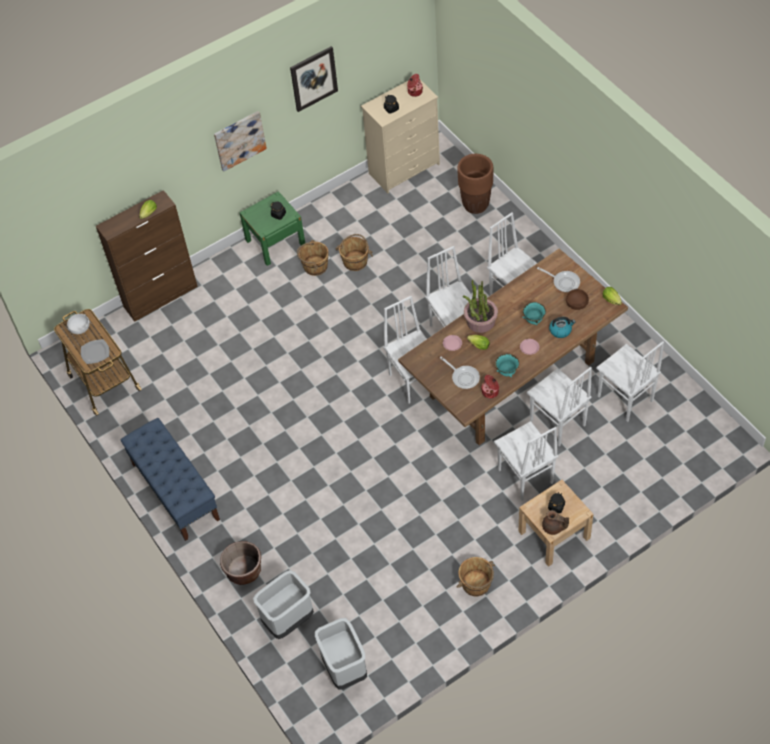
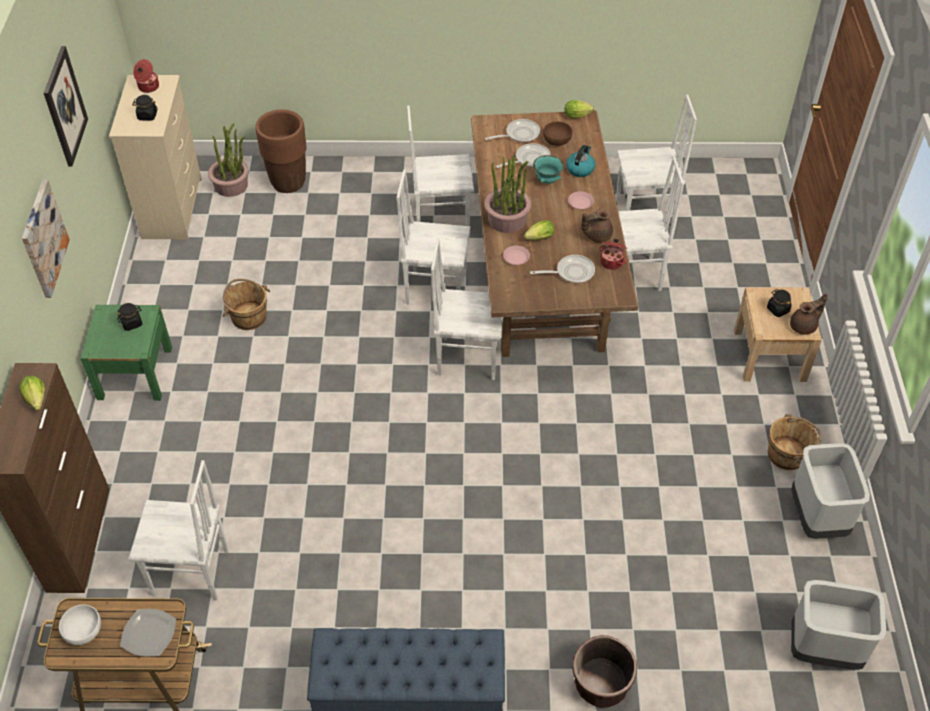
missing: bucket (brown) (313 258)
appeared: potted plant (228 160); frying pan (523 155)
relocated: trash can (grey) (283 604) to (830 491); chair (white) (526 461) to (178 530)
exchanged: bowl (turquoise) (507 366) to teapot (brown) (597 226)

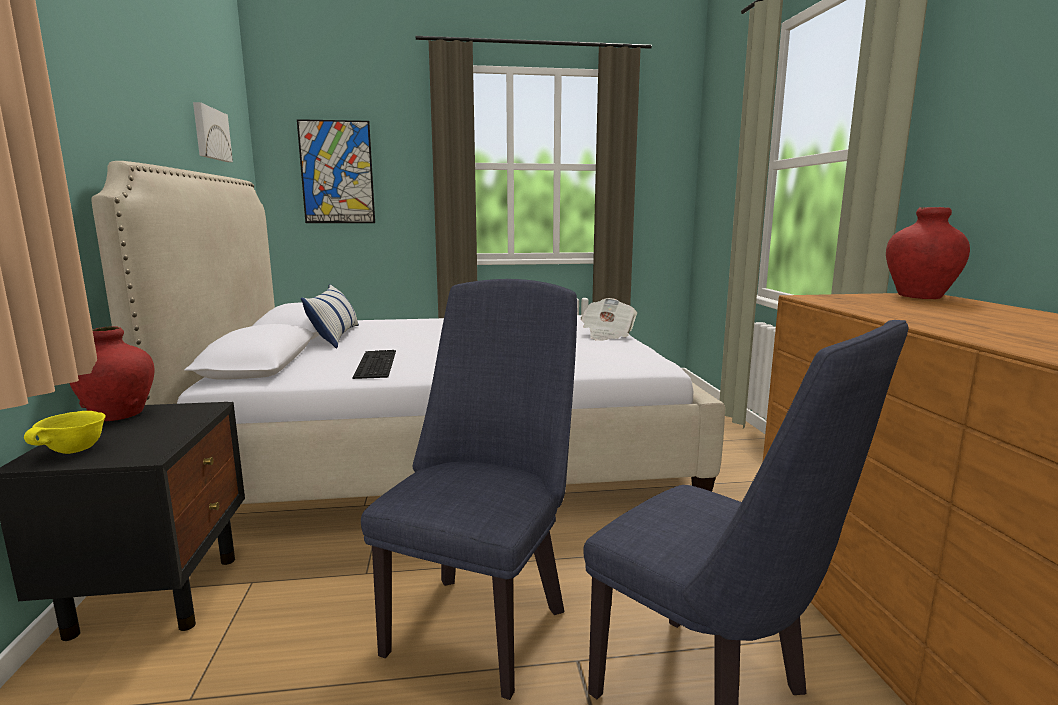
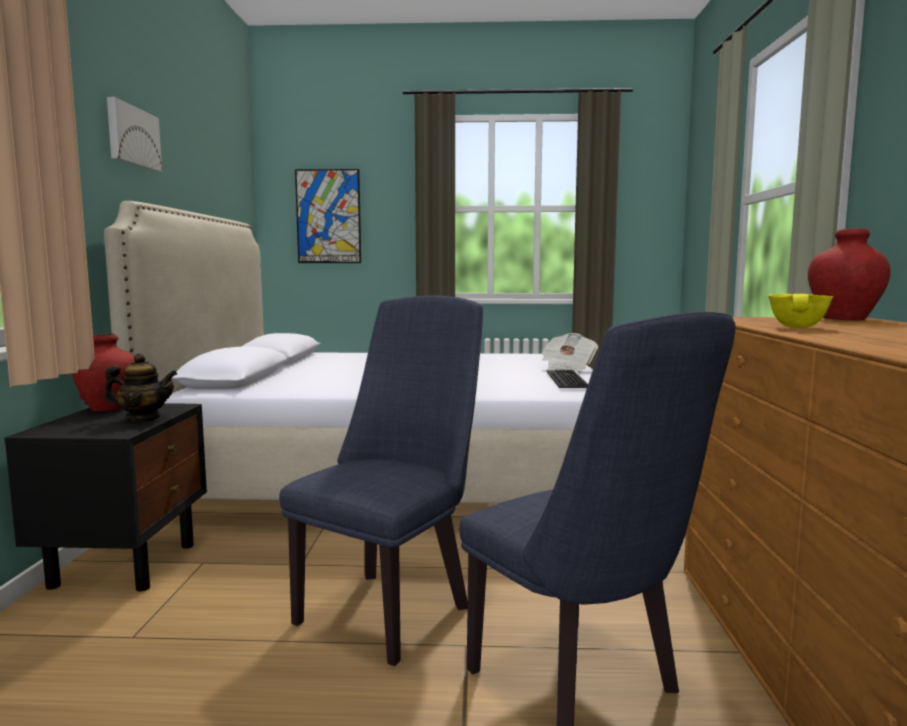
missing: pillow (330 316)
appeared: teapot (140 387)
relocated: bowl (yellow) (65 432) to (800 311); picture (213 132) to (134 134); keyboard (374 364) to (567 379)

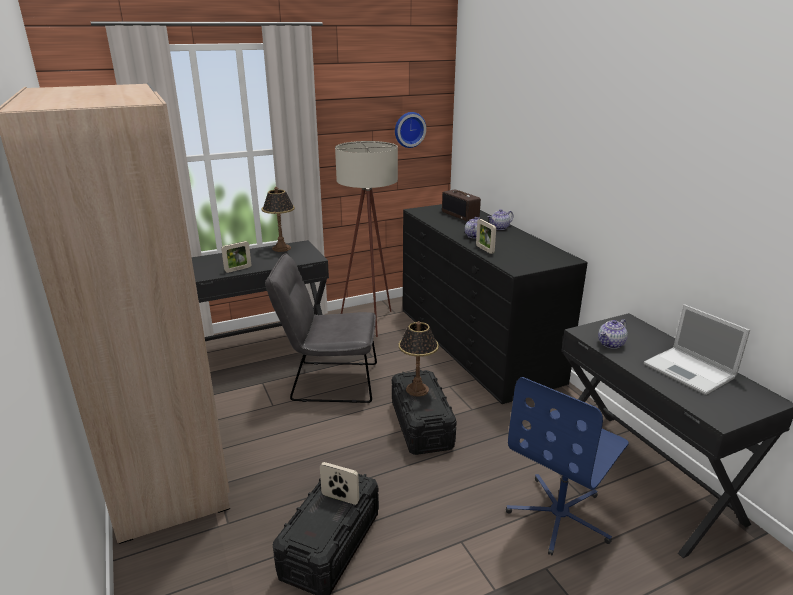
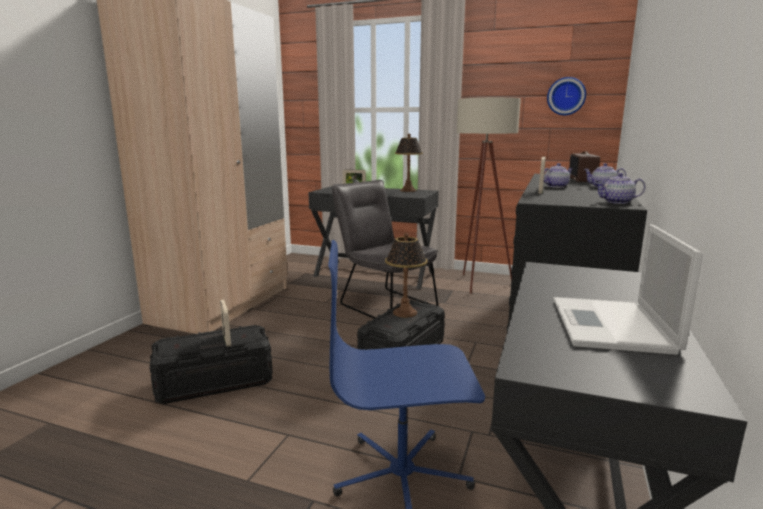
relocated: teapot (613 334) to (620 188)

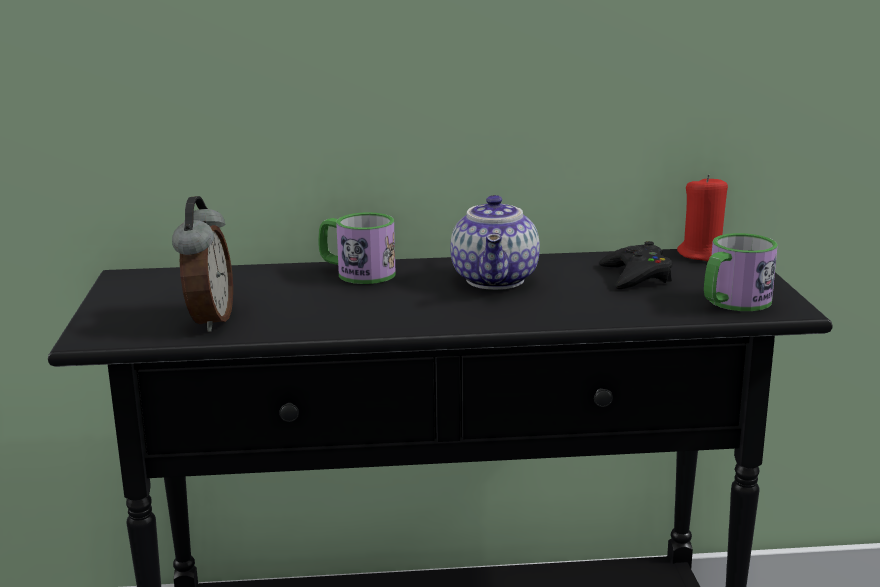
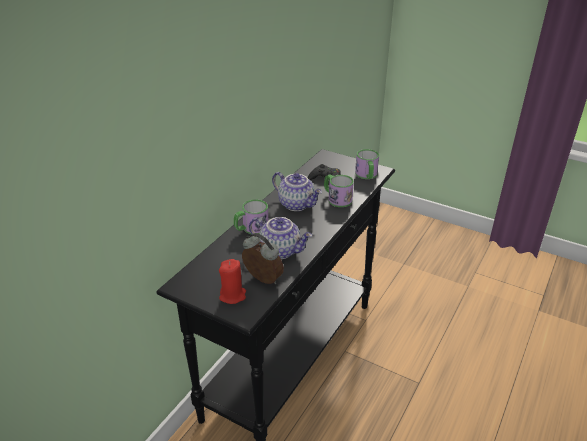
appeared: teapot (280 238); mug (339 191)
relocated: candle (red) (702 218) to (232 281)

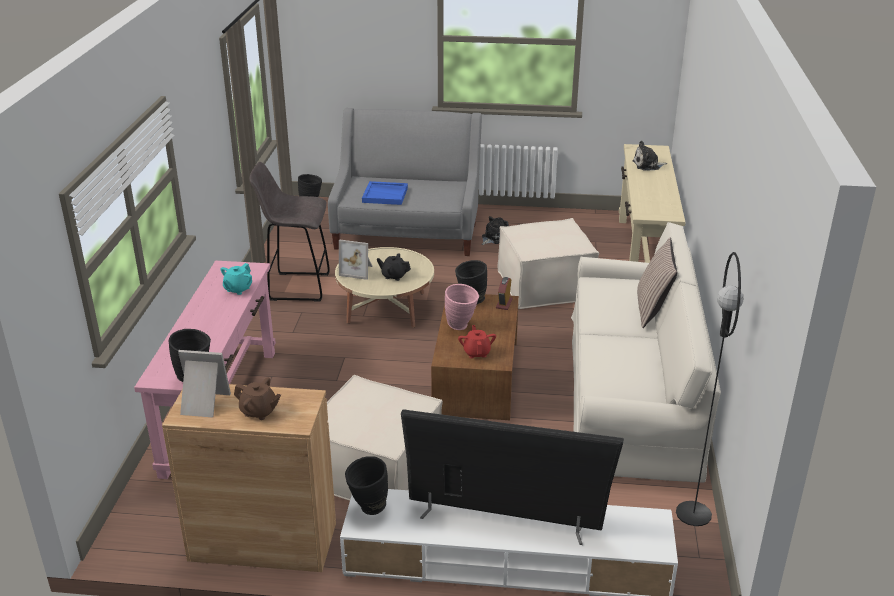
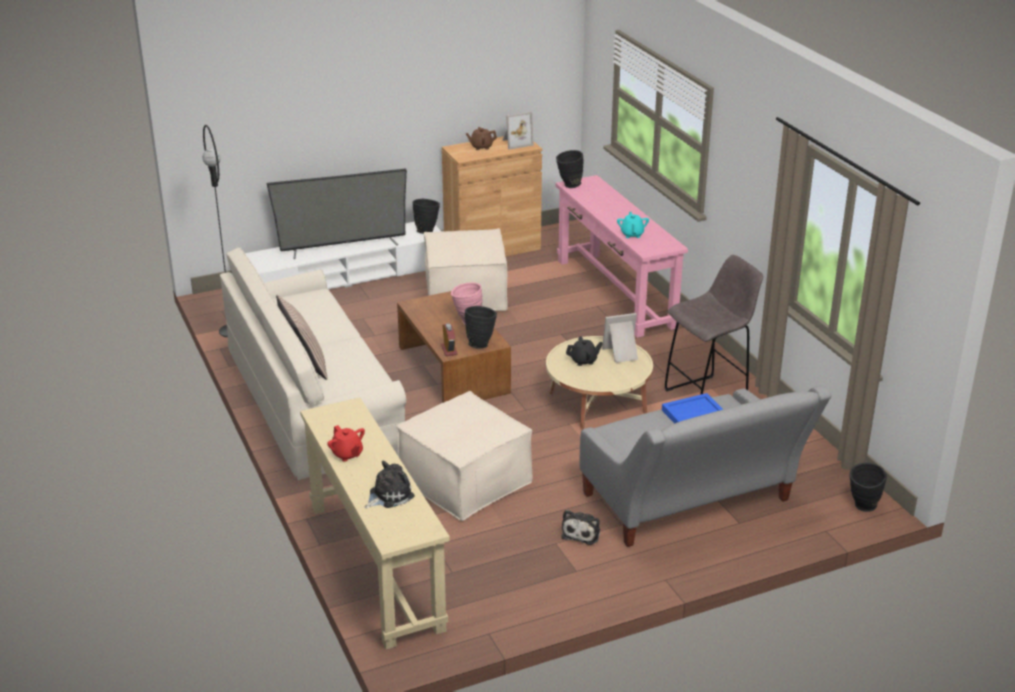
relocated: teapot (red) (477 341) to (346 443)

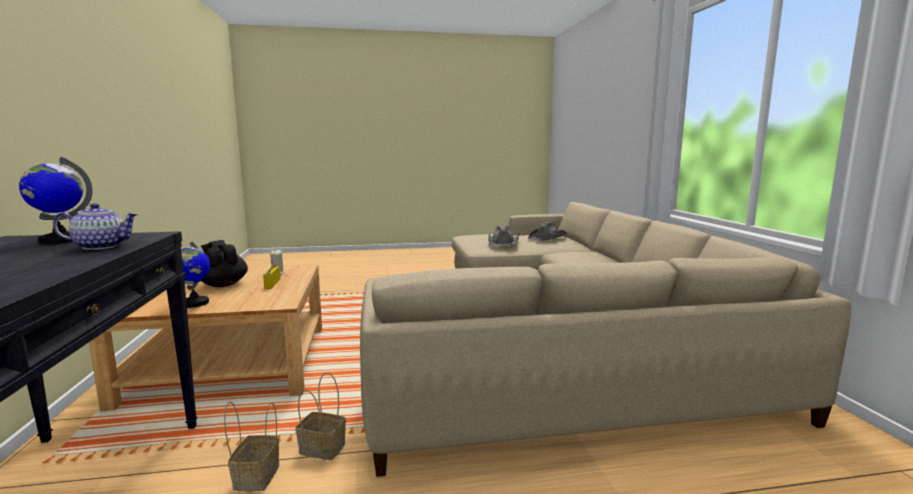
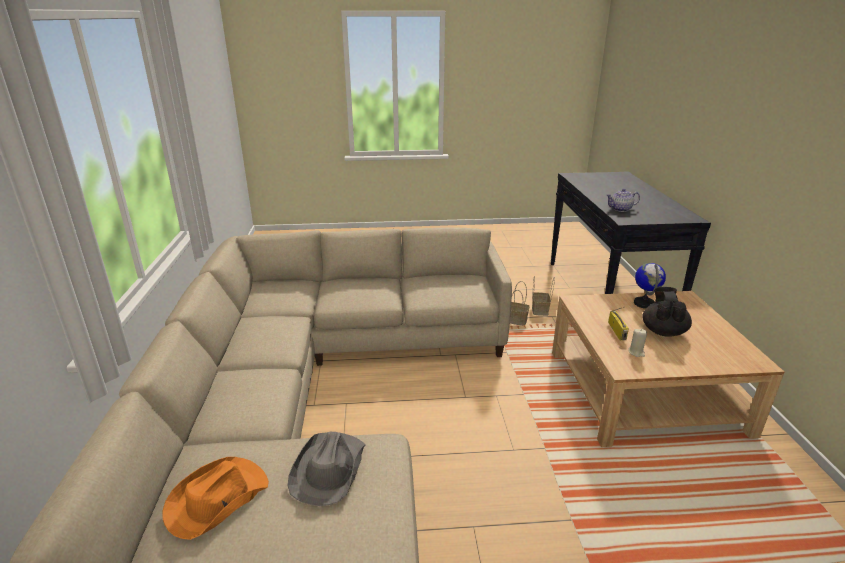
missing: globe (56 200)
colour: hat (grey) (547 231) to hat (orange) (215 498)
spun: teapot (black) (224 263) = (667 312) 135 degrees counterclockwise

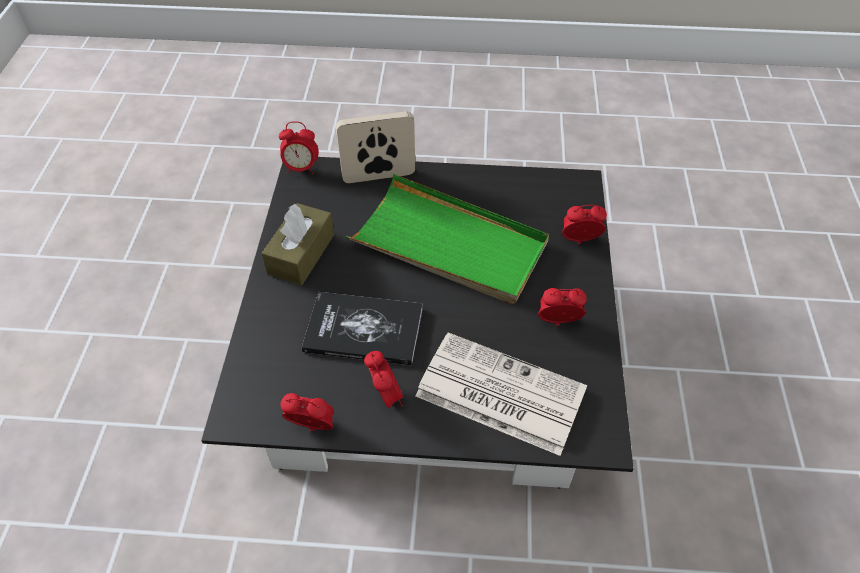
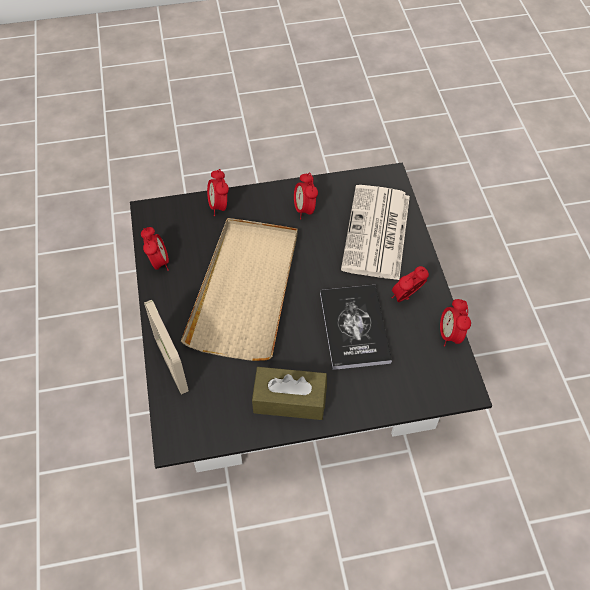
relocated: alarm clock (299 148) to (155 249)
colour: tray (green) (447 239) to tray (beige) (239 289)

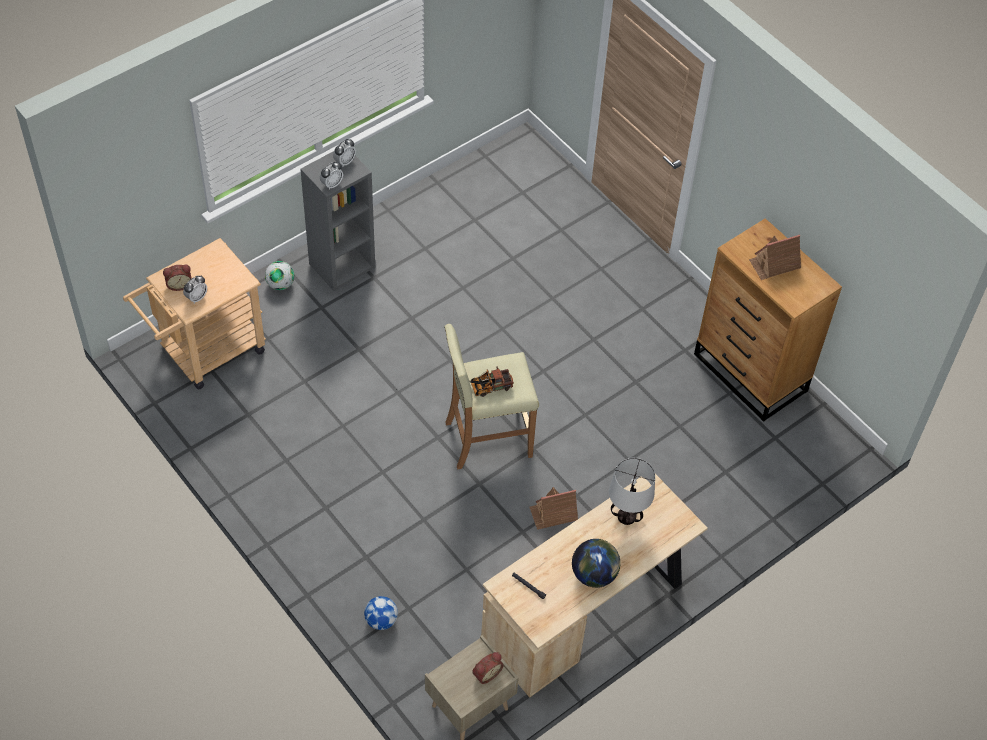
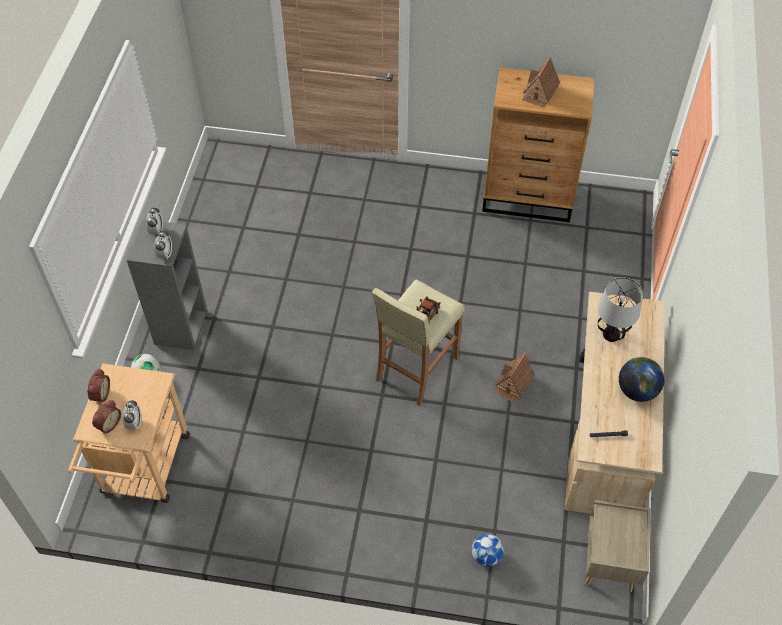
relocated: alarm clock (488 668) to (98 386)

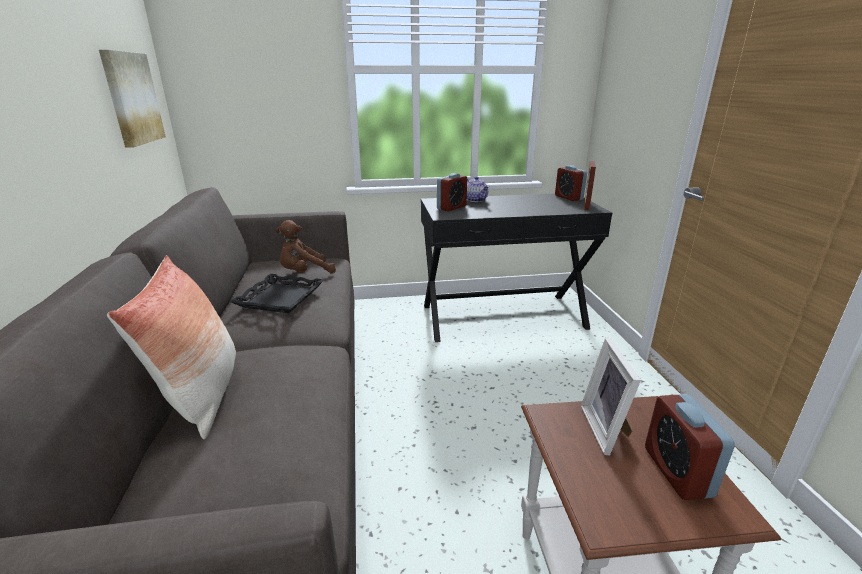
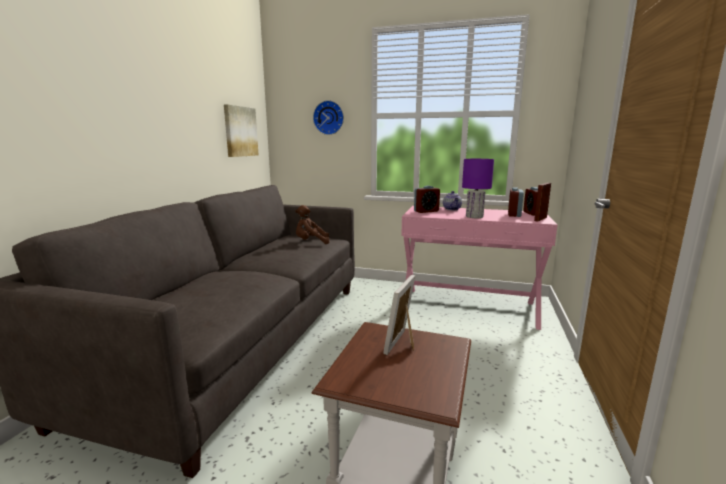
missing: pillow (171 347); tray (black) (277 293)
appeared: wall clock (328 117); table lamp (purple) (478 188)
relocated: alarm clock (690 447) to (516 202)
colour: console table (black) (516 268) to console table (pink) (479 268)

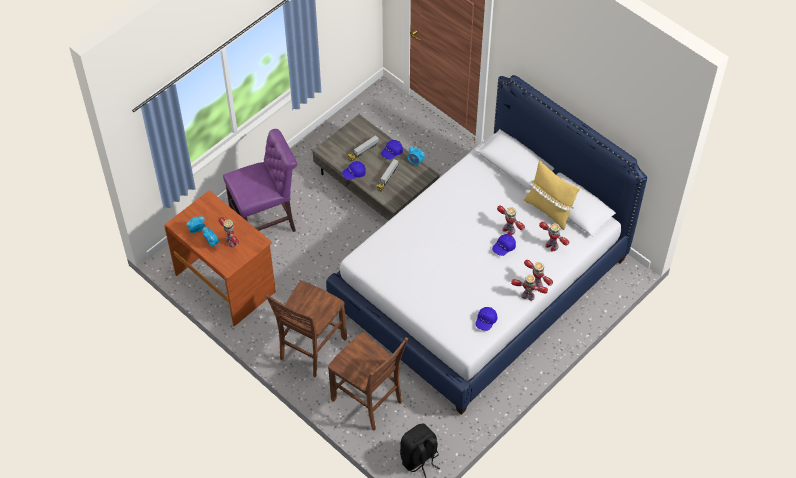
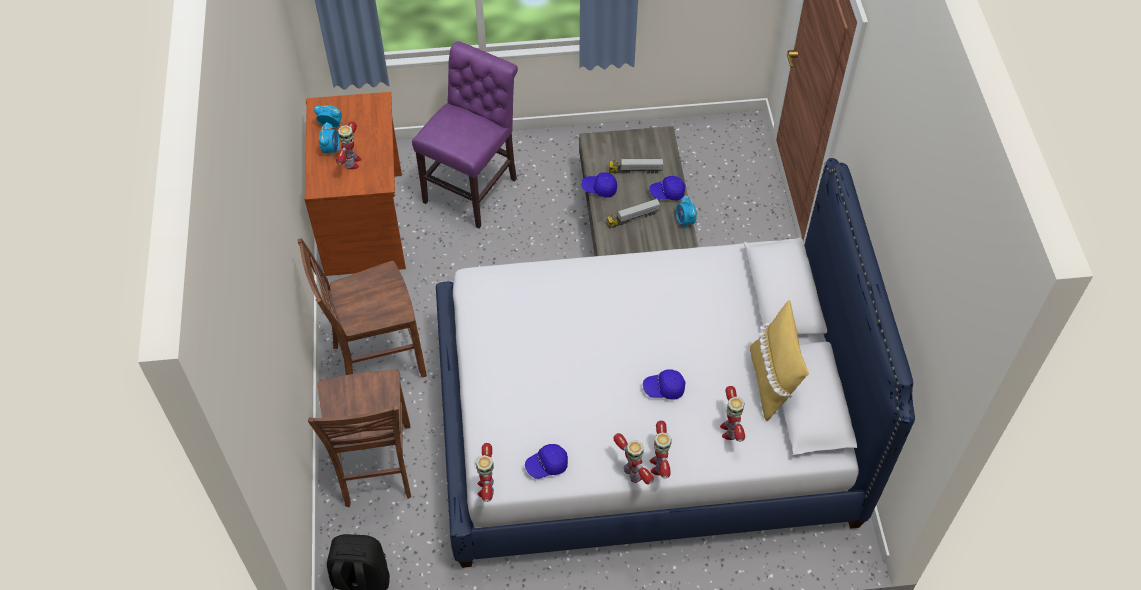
relocated: toy robot (511 220) to (485 472)
spun: chair (purple) (260 180) = (465 134) 75 degrees counterclockwise

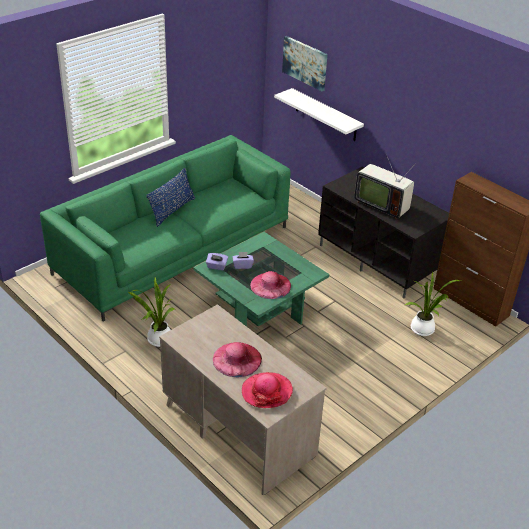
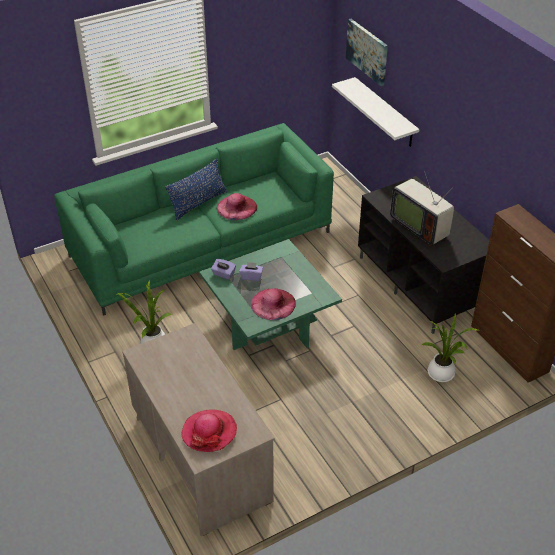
relocated: hat (pink) (237 359) to (237 206)

